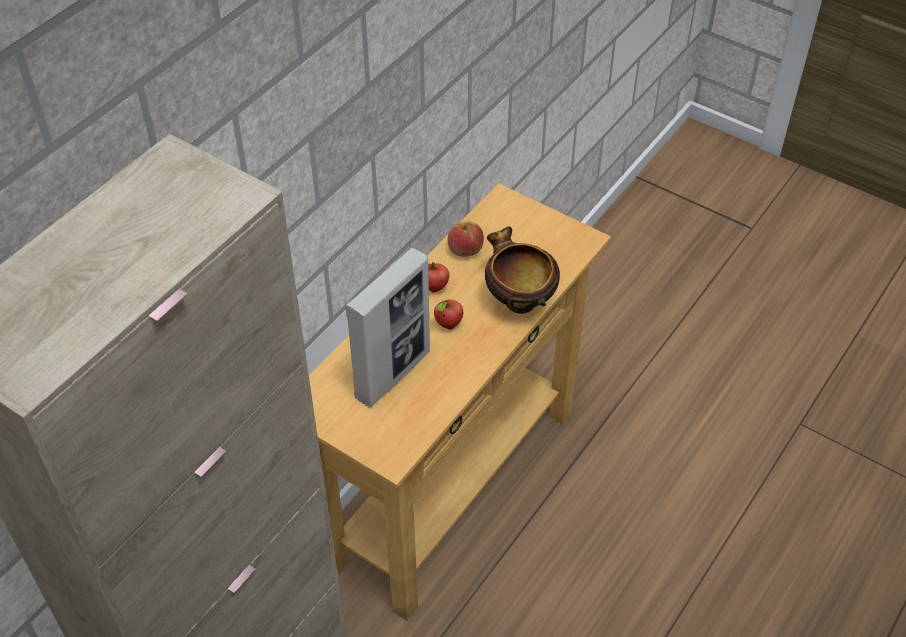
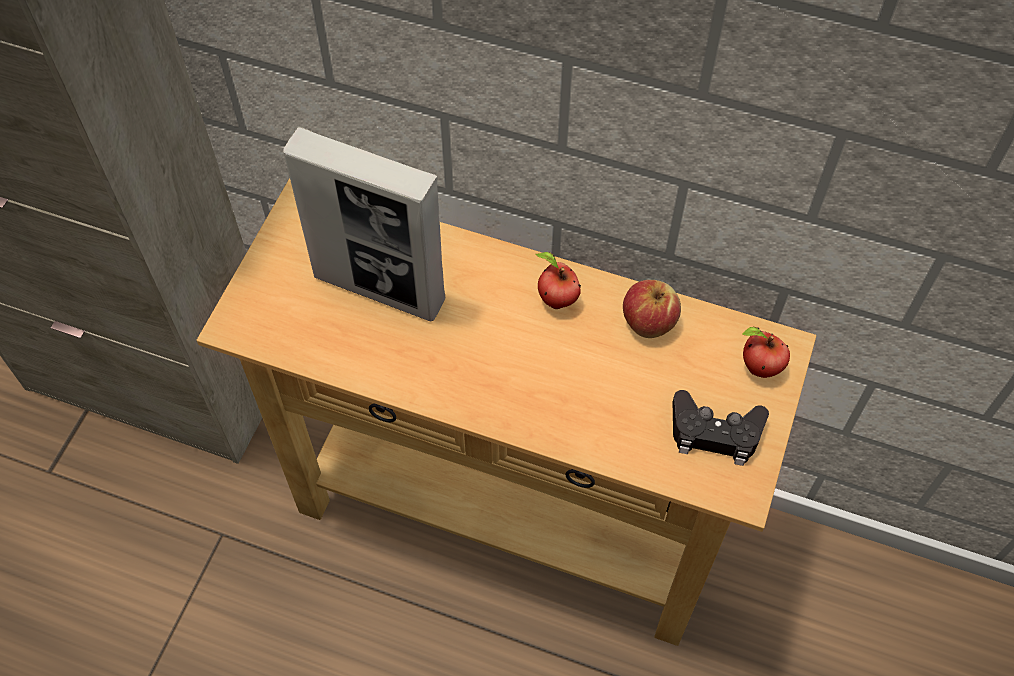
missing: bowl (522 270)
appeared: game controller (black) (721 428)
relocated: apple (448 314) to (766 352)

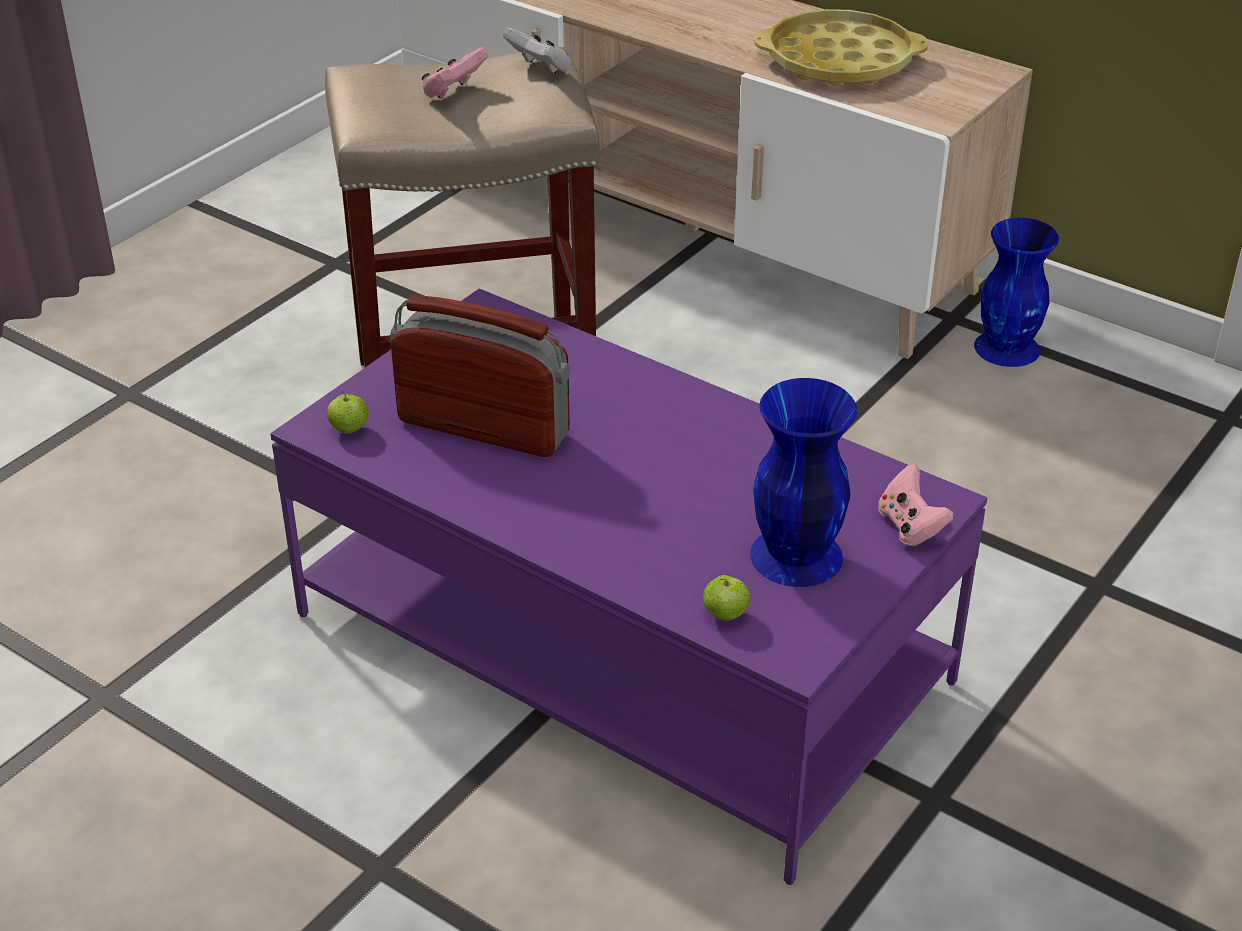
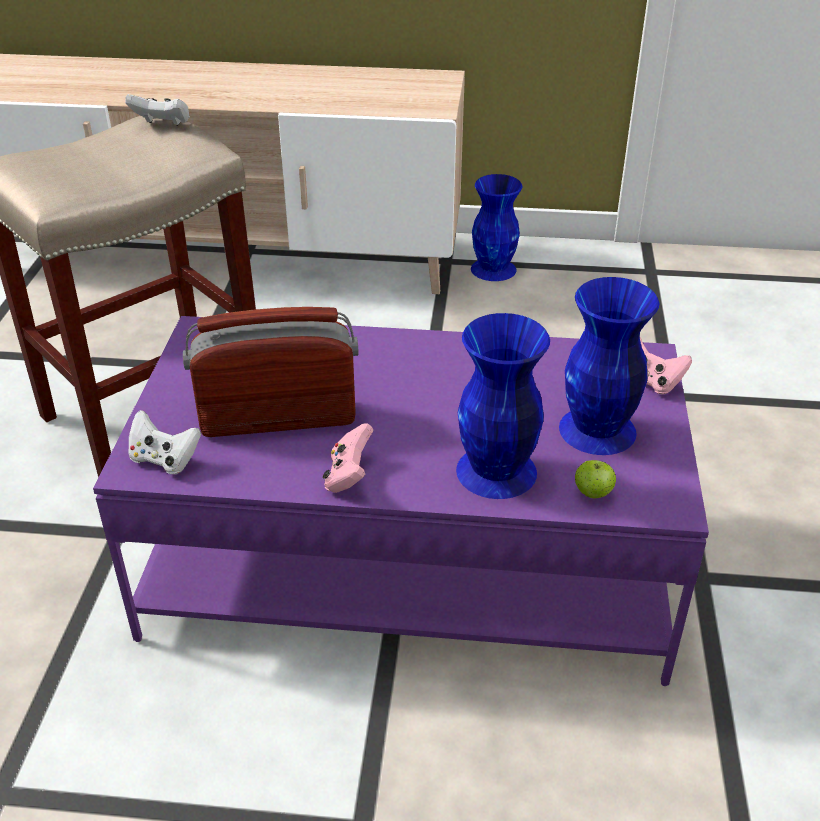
missing: tray (yellow) (841 47)
appeared: vase (blue) (503 406)
relocated: game controller (pink) (455 72) to (348 458)
exchanged: apple (348 411) to game controller (white) (164 442)

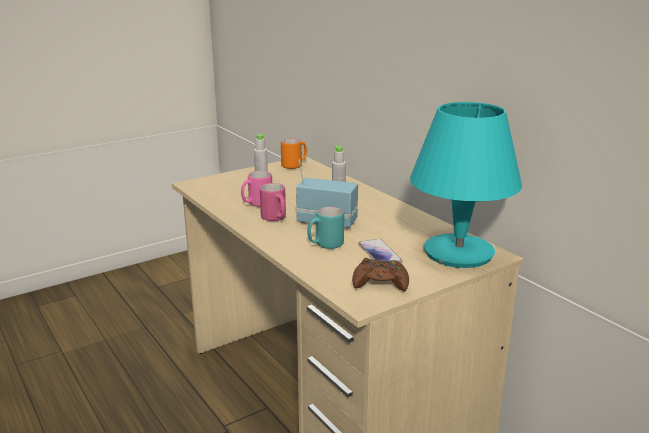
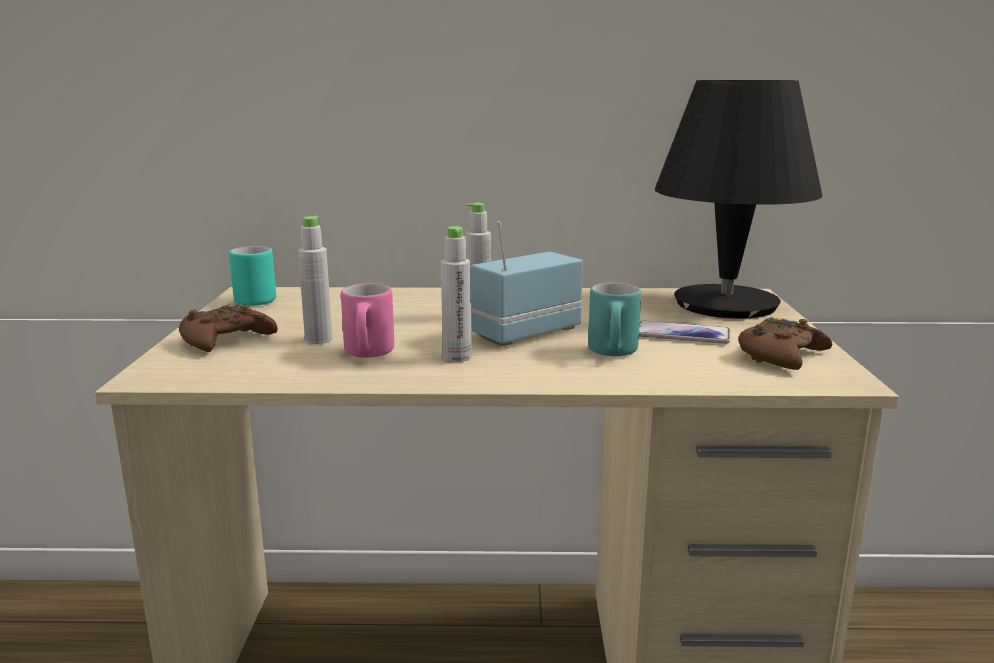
appeared: game controller (brown) (228 328)
exchanged: mug (pink) (273 202) to bottle (grey) (456 294)
colour: mug (orange) (294 153) to mug (turquoise) (252 276); table lamp (turquoise) (466 185) to table lamp (black) (739 199)

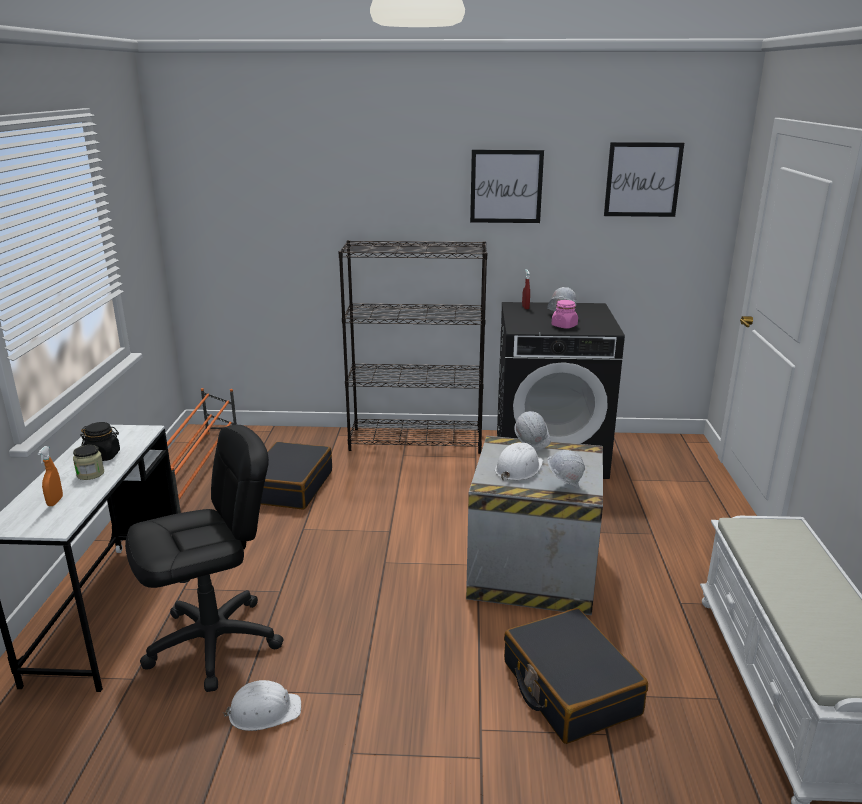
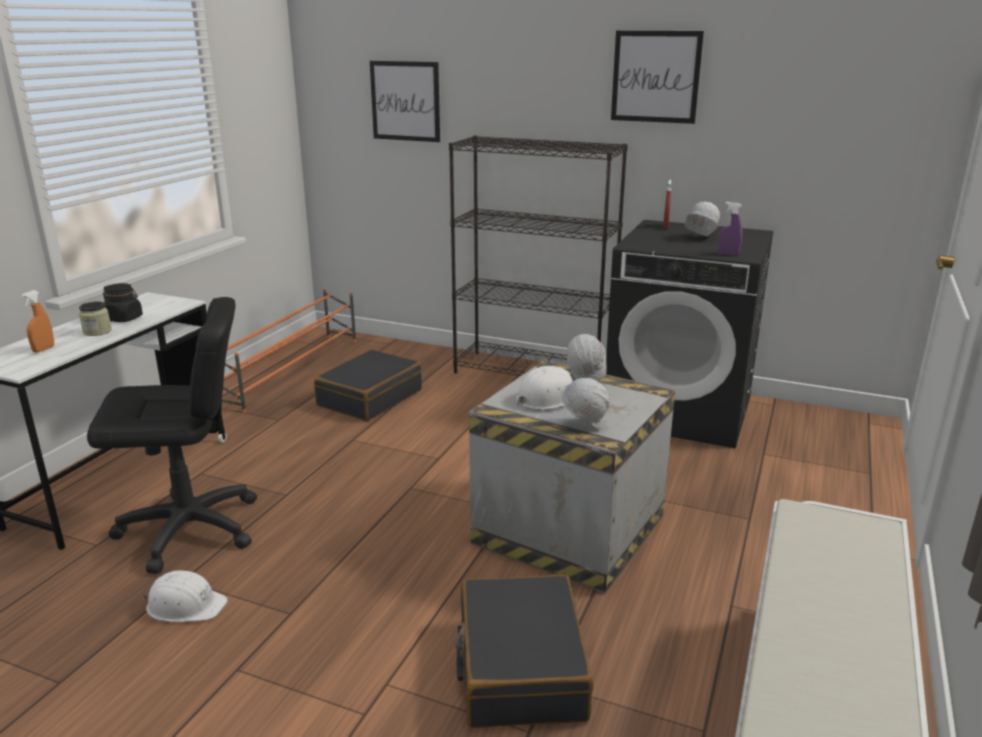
missing: jar (pink) (565 314)
appeared: spray bottle (purple) (730 229)
relocated: picture (644 179) to (405 101)

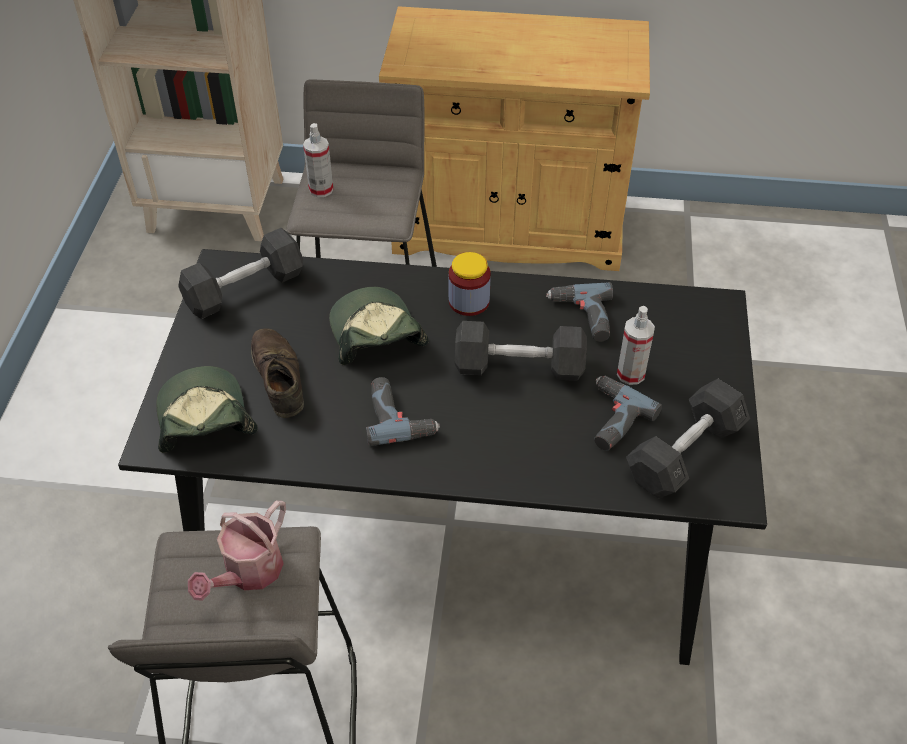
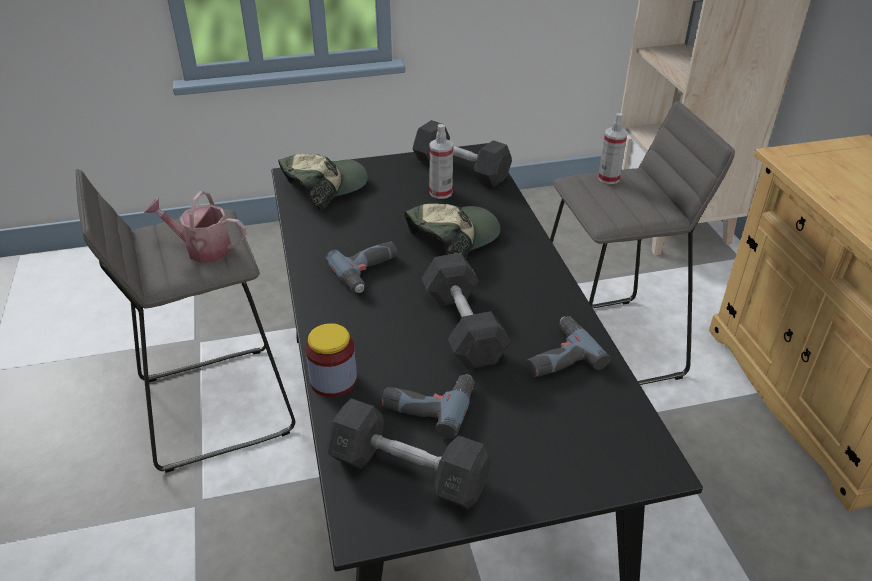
missing: shoe (brown) (277 373)
relocated: jar (470 284) to (331 360); spray bottle (636 345) to (441 161)

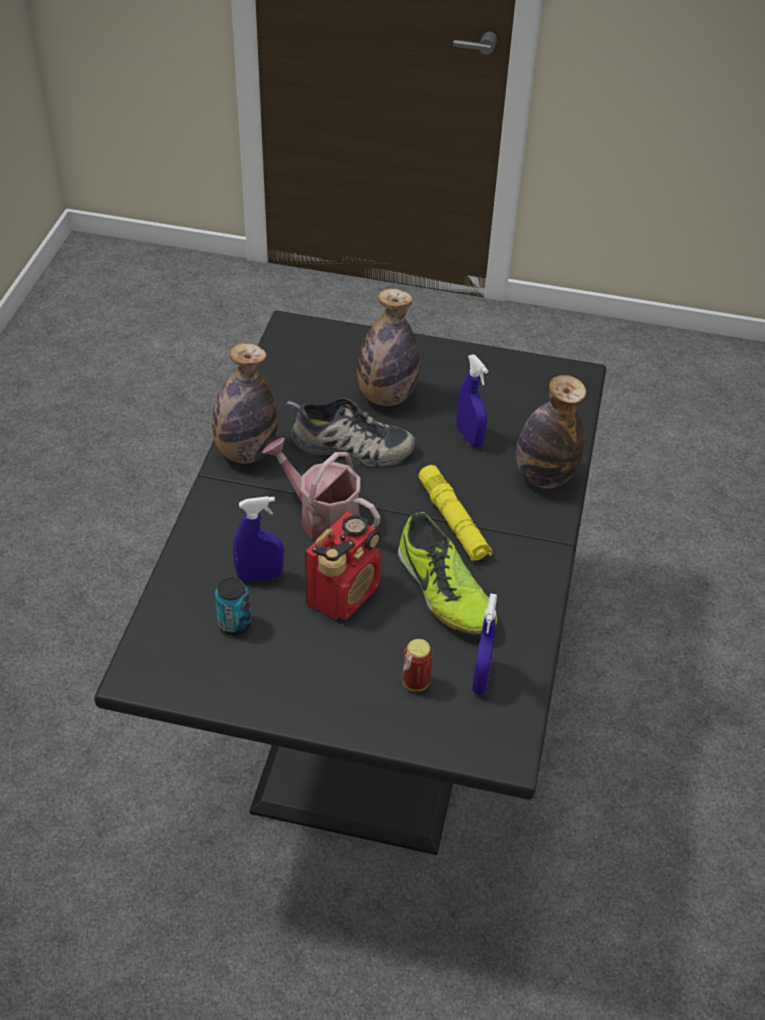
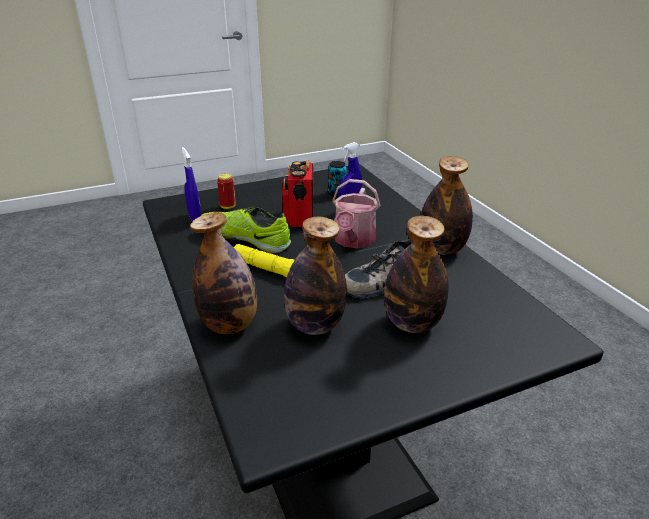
exchanged: spray bottle (blue) (472 400) to bottle (315 276)
spun: watering can (321 489) = (356 213) 105 degrees clockwise

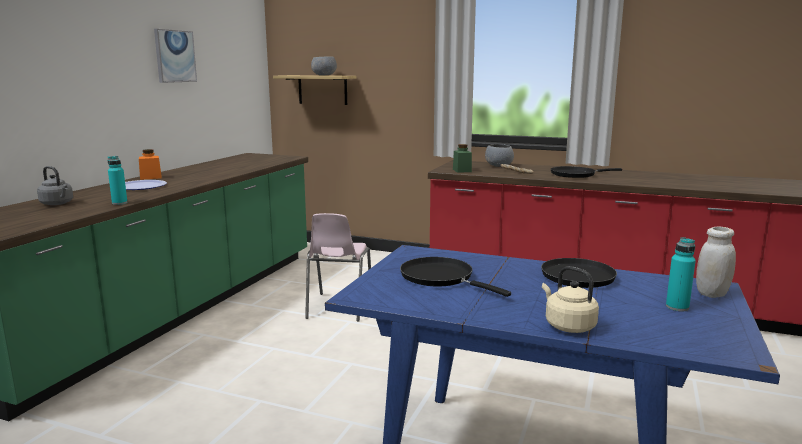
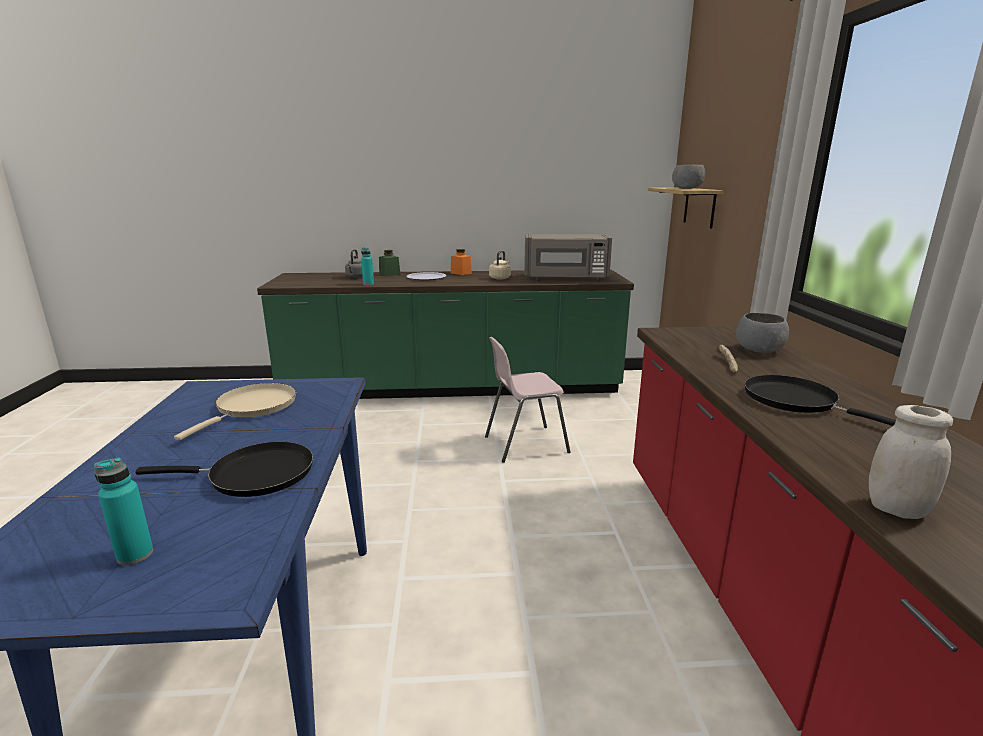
missing: picture (175 56)
appeared: microwave (grey) (568 257)
relocated: jar (green) (462 158) to (389 263); kettle (beige) (570 299) to (500 265); jar (white) (716 262) to (911 462)
colour: frying pan (black) (455 277) to frying pan (beige) (235 412)

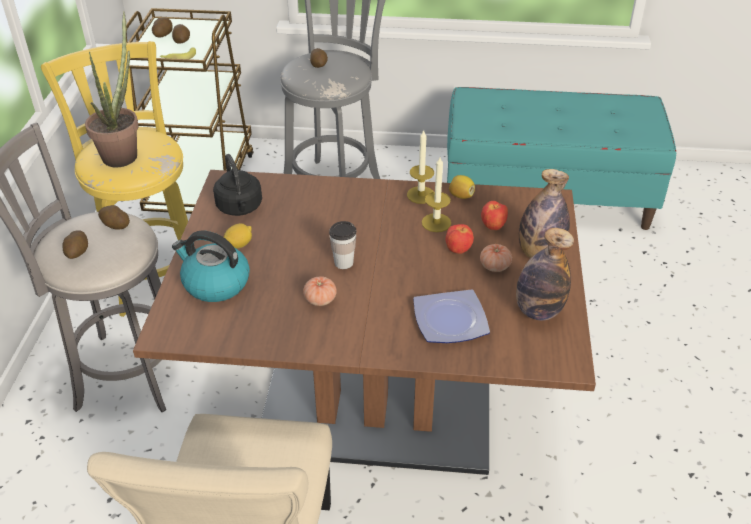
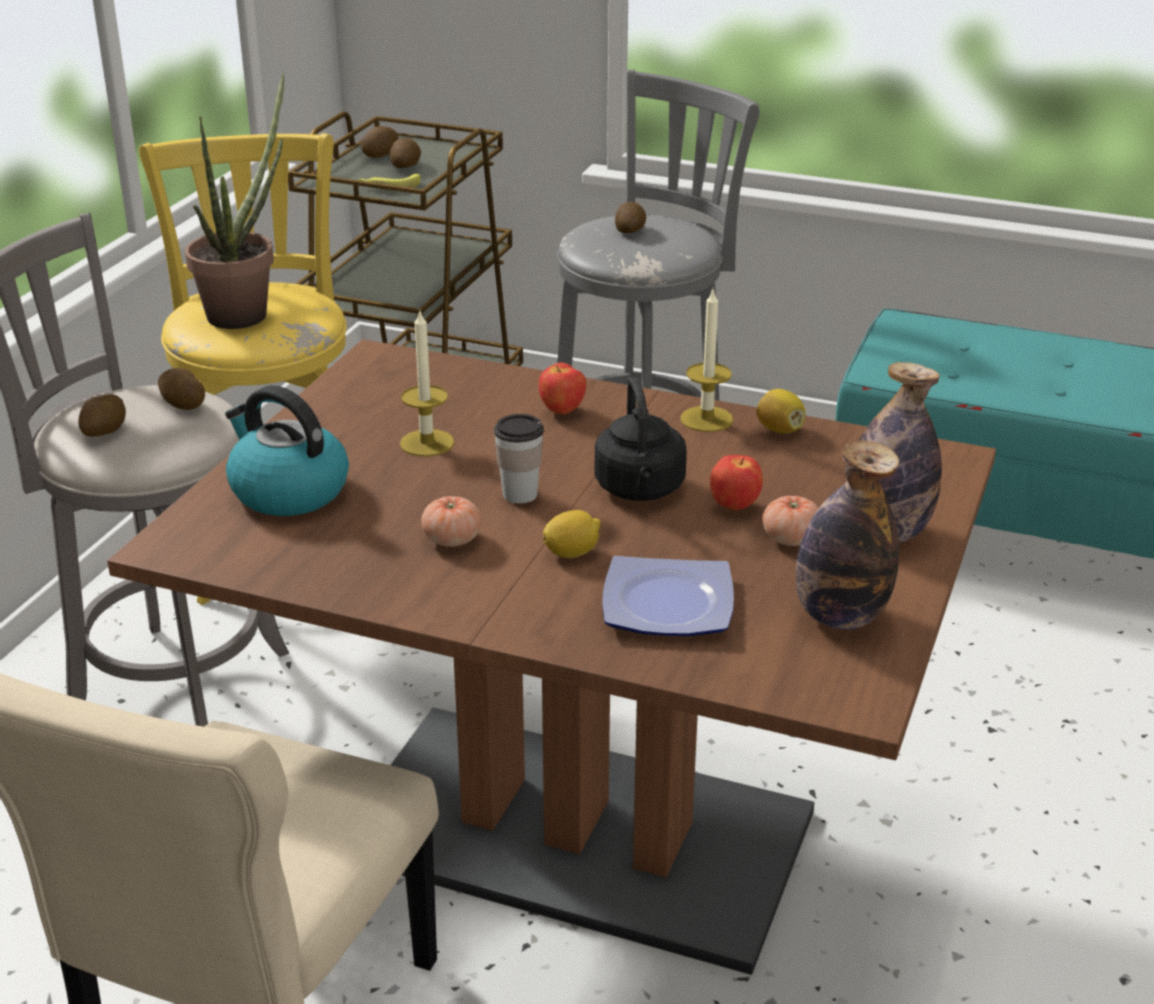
relocated: kettle (black) (237 185) to (641 439); lemon (238 235) to (572 534); candle (436 194) to (427 384); apple (494 215) to (562 389)

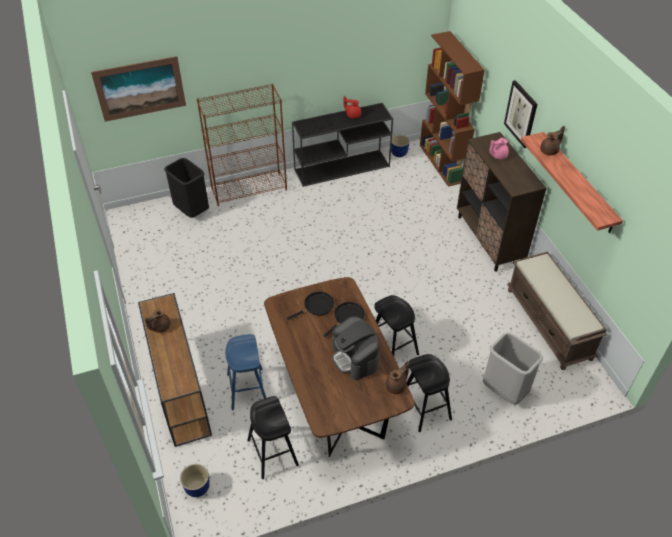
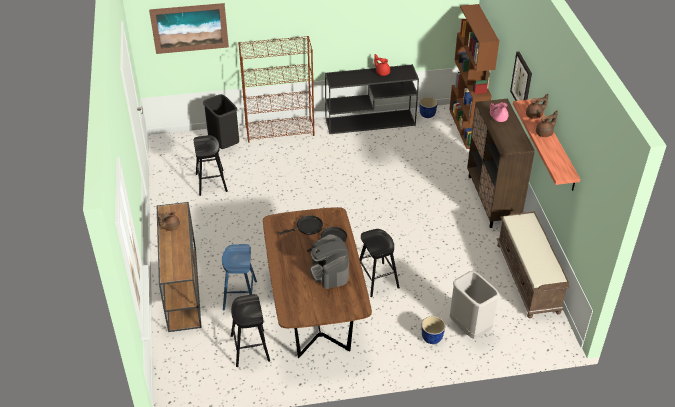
relocated: planter (195 480) to (433 330); teapot (brown) (397 377) to (547 123); stool (black) (429 393) to (211 165)

